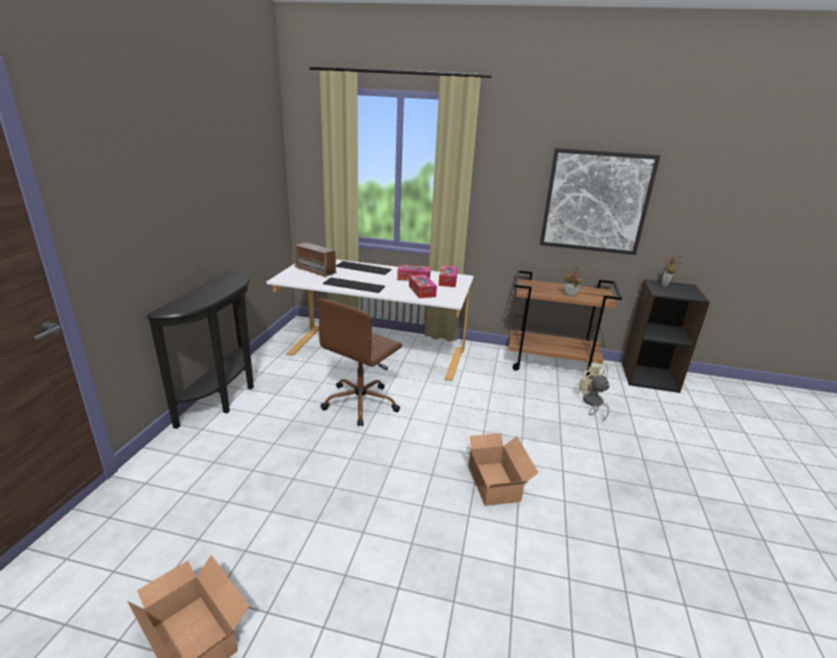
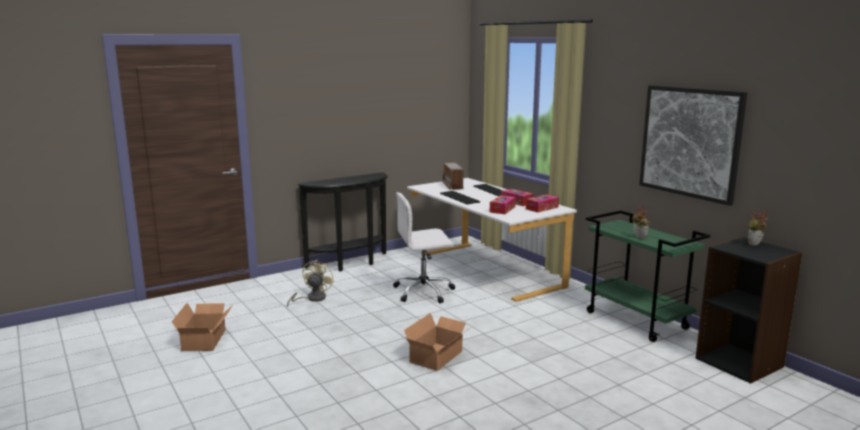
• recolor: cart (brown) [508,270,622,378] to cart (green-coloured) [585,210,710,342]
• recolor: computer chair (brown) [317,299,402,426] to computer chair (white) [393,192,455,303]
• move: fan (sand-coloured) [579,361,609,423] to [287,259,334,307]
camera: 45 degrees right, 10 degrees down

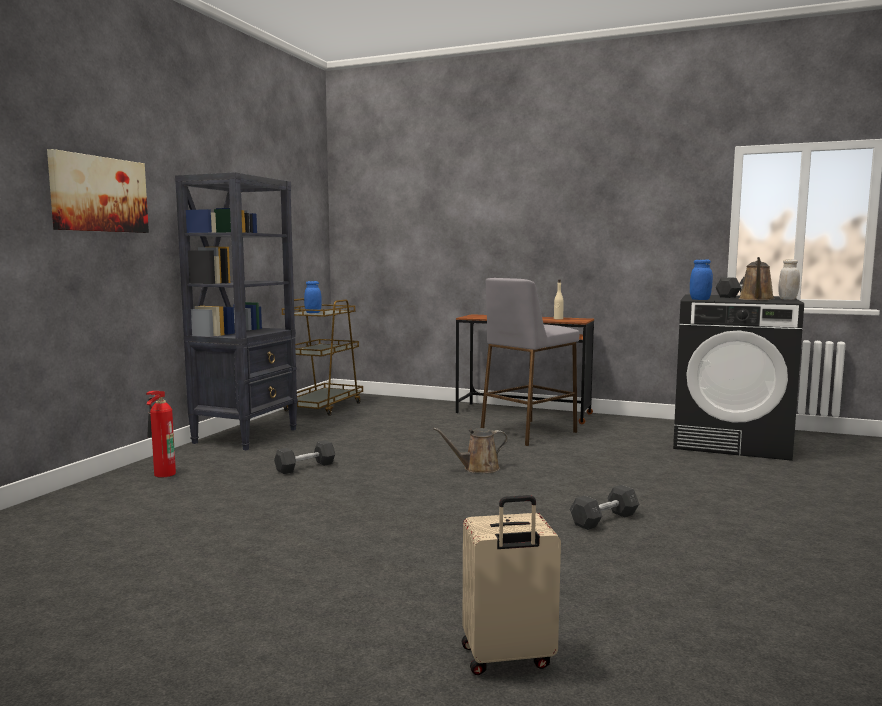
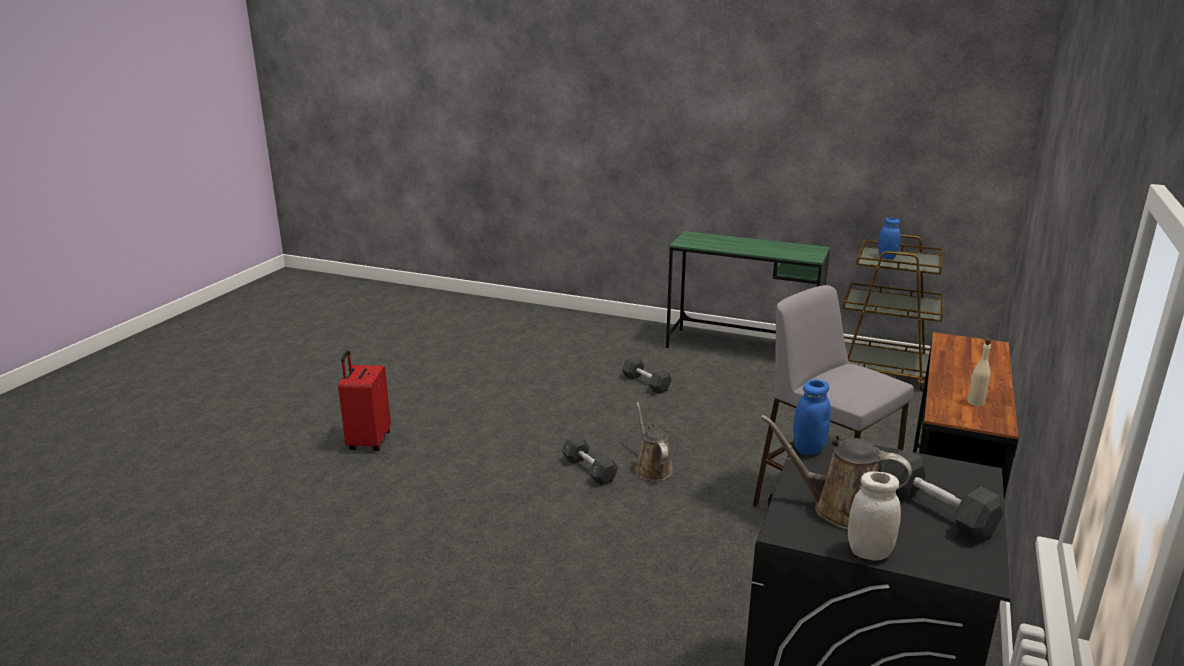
• delete: wall art [47,149,149,233]
• replace: bookcase (black-coloured) [175,172,298,450] to desk (green-coloured) [666,231,830,348]
• delete: extinguisher [146,391,176,478]
• move: dumbbell (gray) [570,485,639,530] to [561,435,618,486]
• delete: travel case (sand-coloured) [462,495,561,675]
• insert: travel case (red-coloured) [338,350,391,451]
camera: 90 degrees right, 15 degrees up

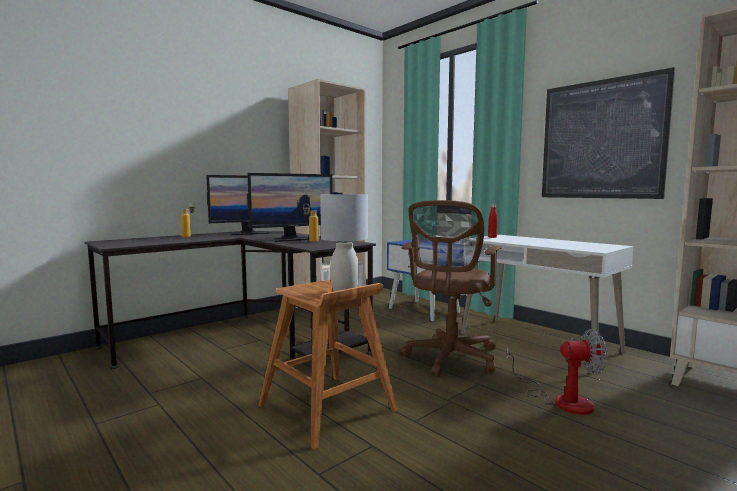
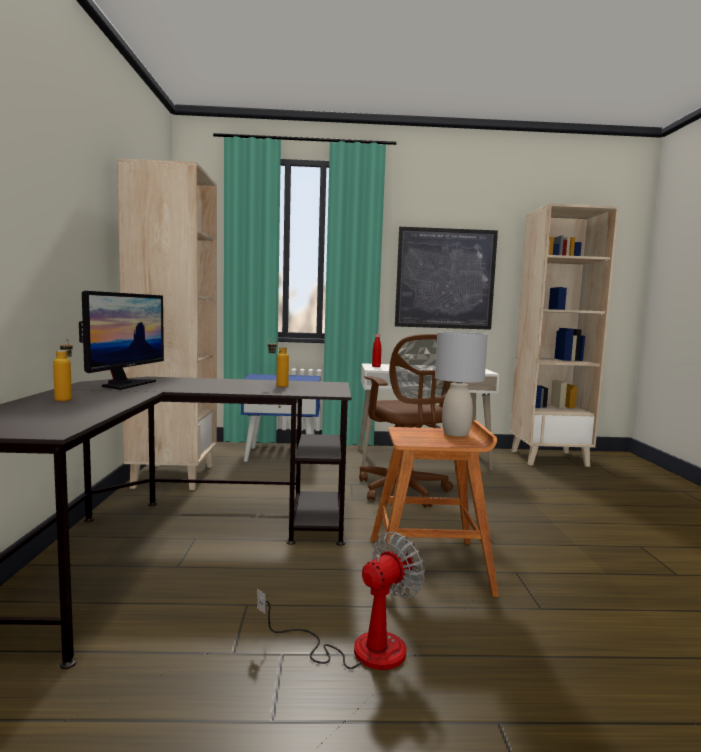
• delete: computer screen [247,173,332,242]
• move: fan [506,329,607,415] to [257,532,425,670]
camera: 50 degrees left, 0 degrees up

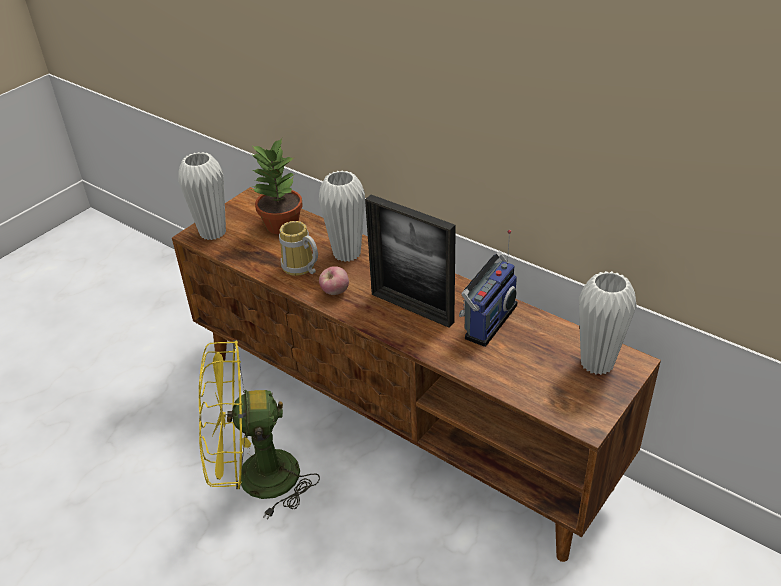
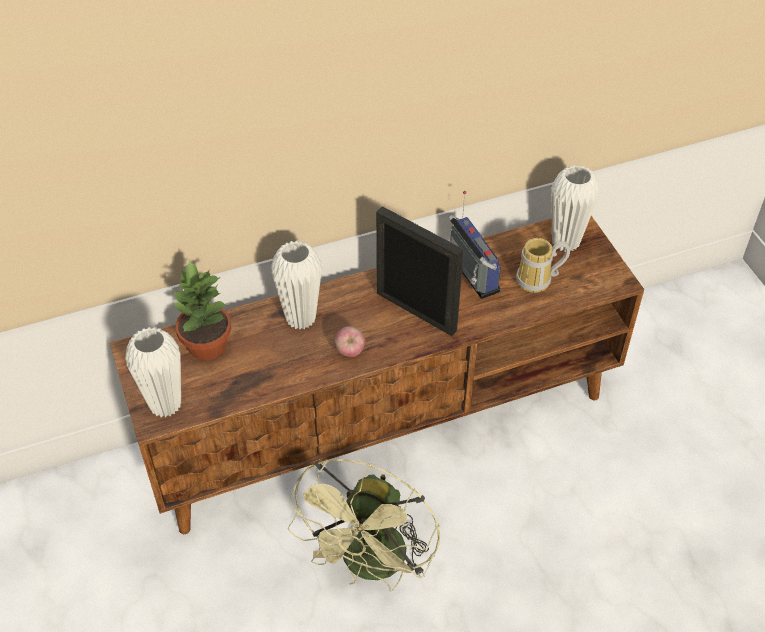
• rotate: picture frame [365,195,456,328] = [376,206,464,336] 120 degrees counterclockwise
• move: coffee mug [279,221,318,276] to [516,238,570,293]
• recolor: fan (yellow) [199,340,320,520] to fan (green-coloured) [288,459,440,591]
camera: 60 degrees left, 10 degrees up

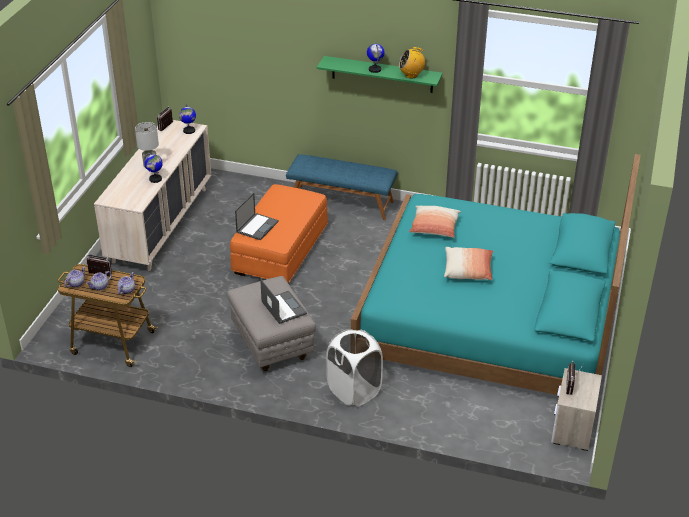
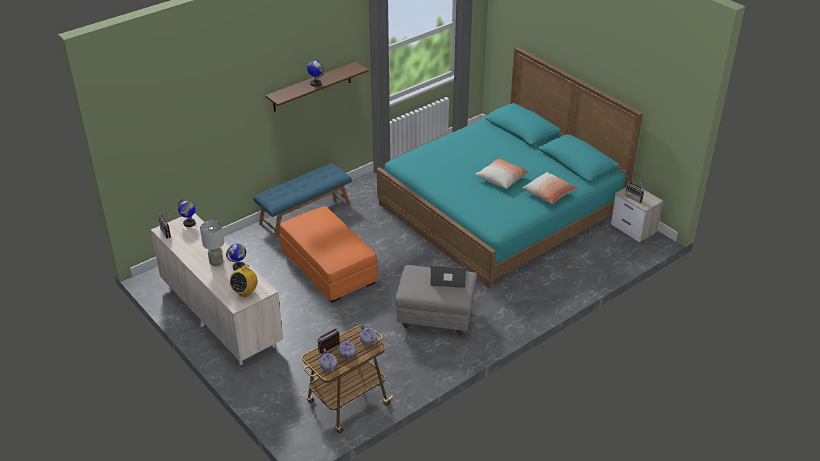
• move: radio set [399,47,425,78] to [230,265,257,297]
• recolor: shelf (green-coloured) [317,56,443,93] to shelf (brown) [265,62,369,112]
• delete: portable computer [235,193,279,240]
• move: throw pillow [409,206,461,238] to [523,172,577,204]
• delete: hamper (white) [326,329,383,407]
camera: 55 degrees left, 0 degrees up

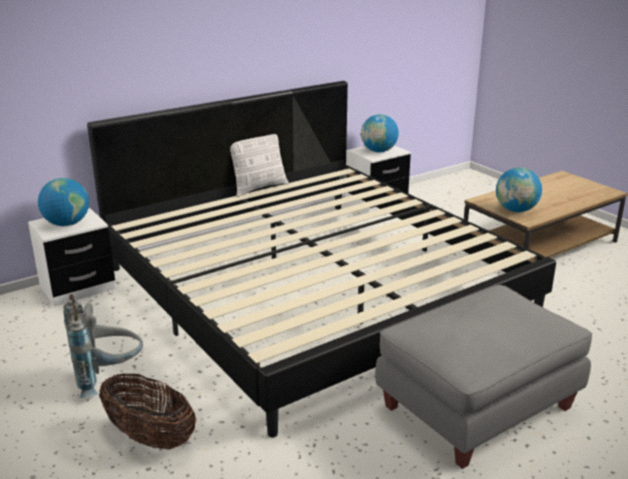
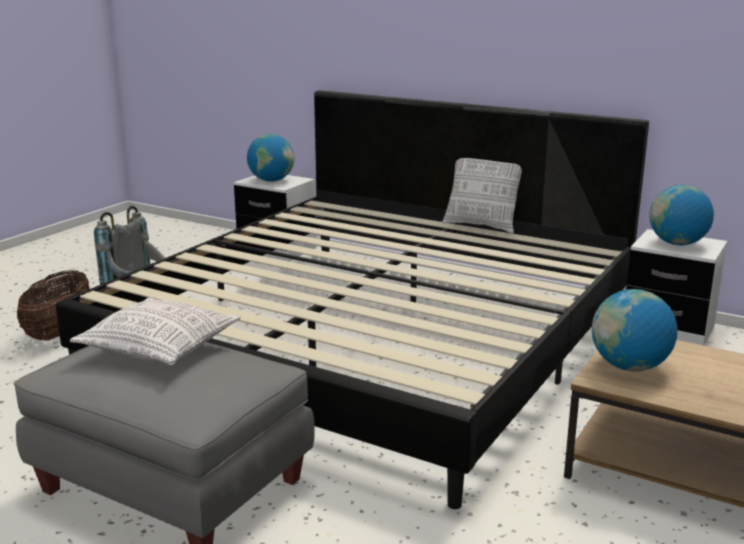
• insert: throw pillow [70,297,241,365]
camera: 65 degrees right, 5 degrees down

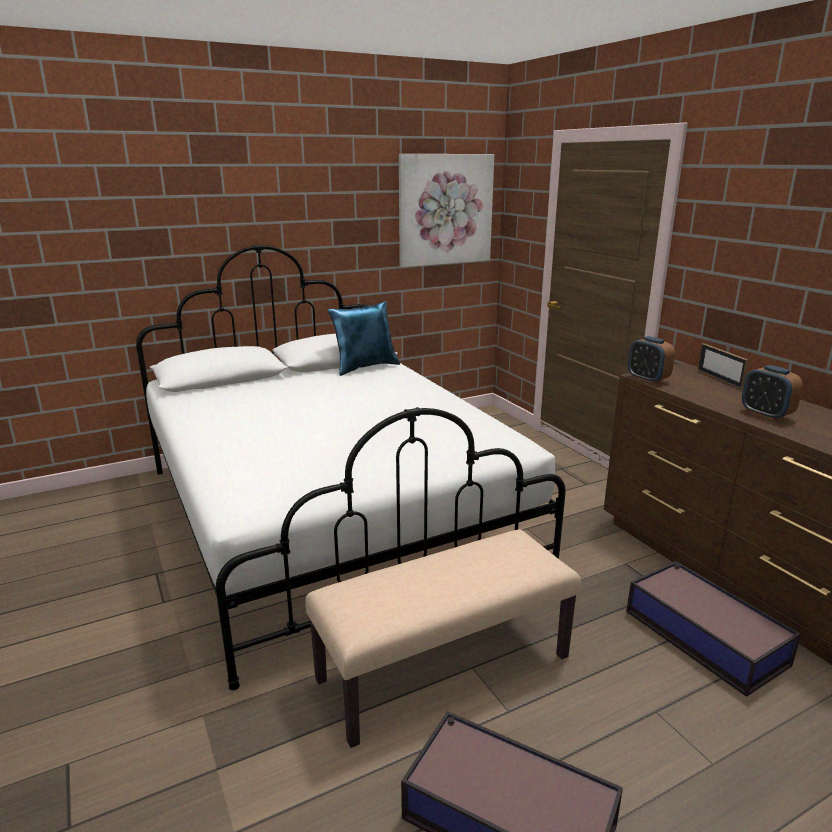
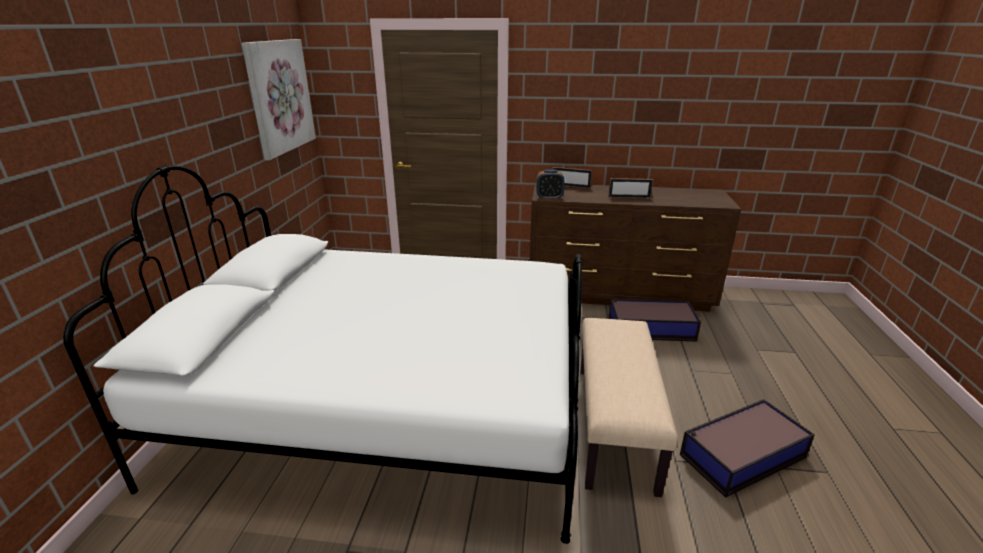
• delete: throw pillow (bluish) [328,301,400,376]
• replace: bedside clock [742,365,803,420] to picture frame [608,178,653,198]
camera: 55 degrees left, 5 degrees up

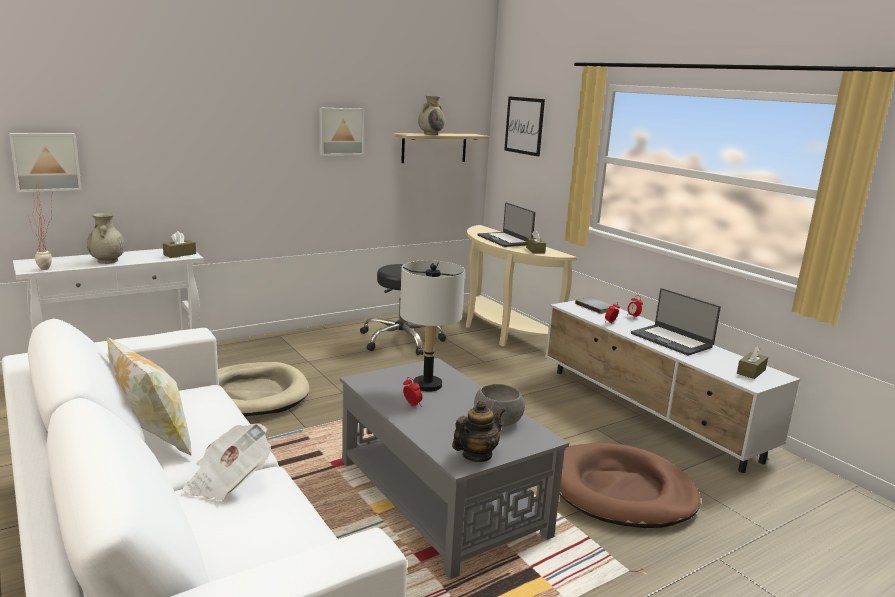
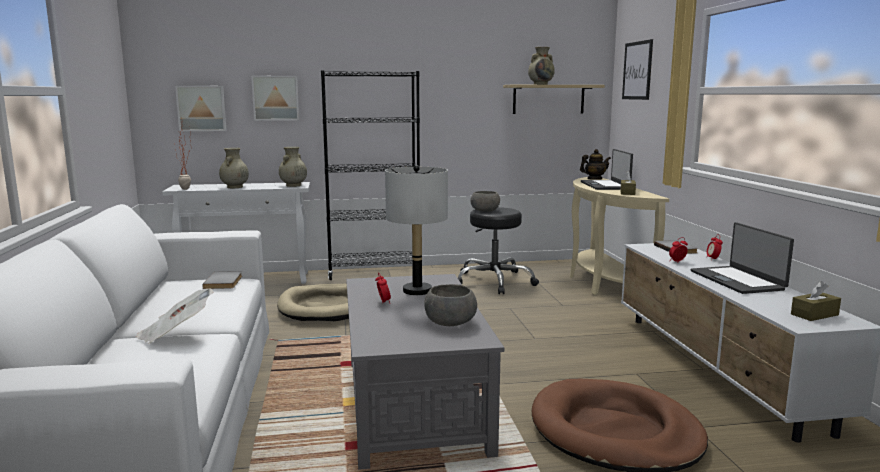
• move: wall art [319,107,364,156] to [251,76,299,121]
• replace: tissue holder (brown) [163,231,196,258] to decorative vase (sand-coloured) [279,147,307,187]
• delete: throw pillow [107,337,192,456]
• move: teapot [452,401,505,462] to [580,149,611,180]
• insert: bookcase (black-coloured) [321,70,420,280]
• insert: serving bowl (gray) [470,191,500,212]
• insert: volume (gray) [202,271,242,289]
camera: 25 degrees right, 5 degrees down

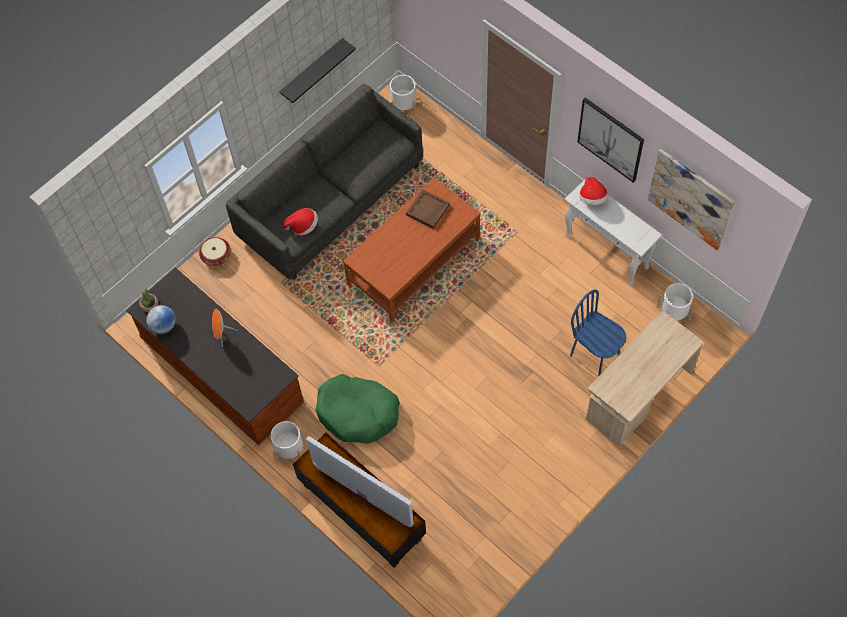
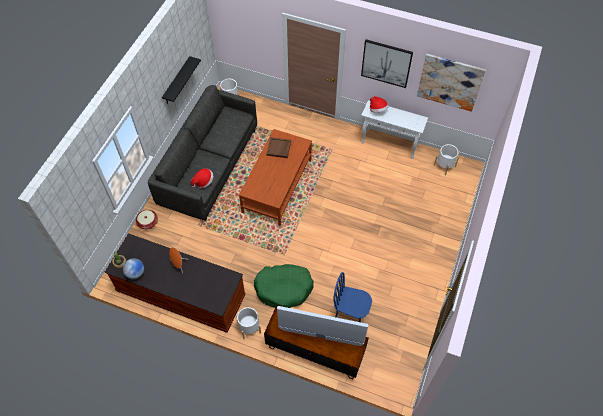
• move: upright chair (bluish) [570,290,627,376] to [333,272,372,322]
• delete: desk (sand-coloured) [586,311,703,446]
camera: 25 degrees left, 5 degrees down

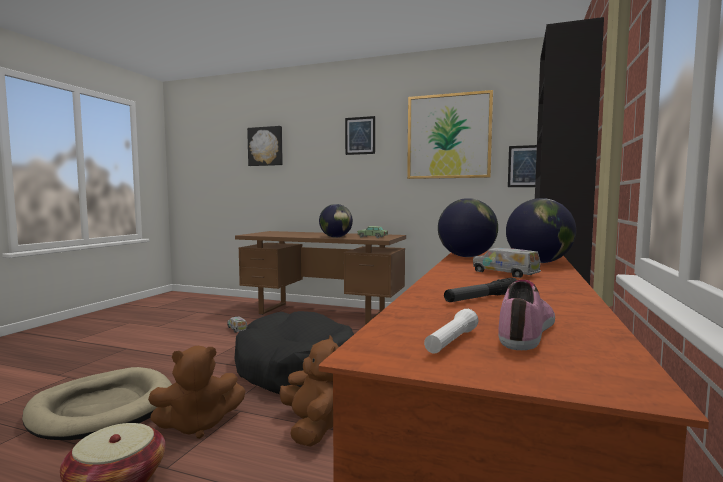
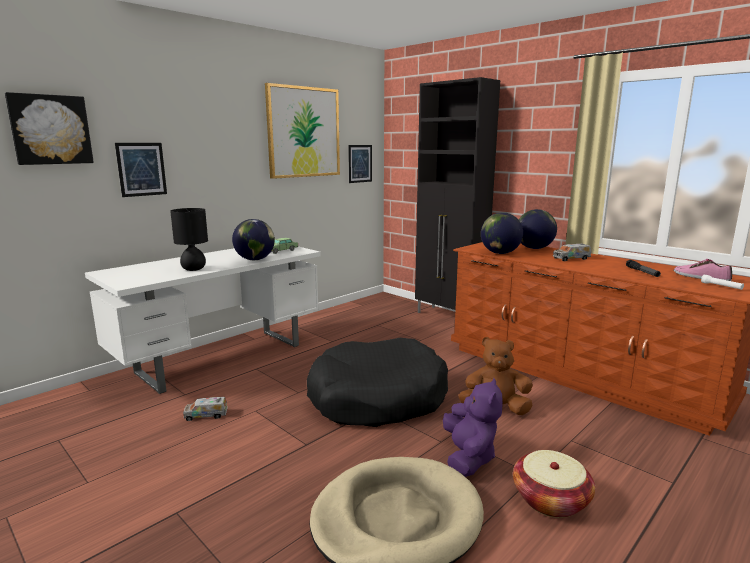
• move: wall art [345,116,375,155] to [115,143,167,197]
• recolor: desk (brown) [235,231,406,325] to desk (white) [85,247,321,394]
• recolor: plush toy (brown) [148,346,245,439] to plush toy (purplish) [443,378,503,477]
• insert: table lamp (black-coloured) [170,208,208,271]
camera: 65 degrees left, 10 degrees up

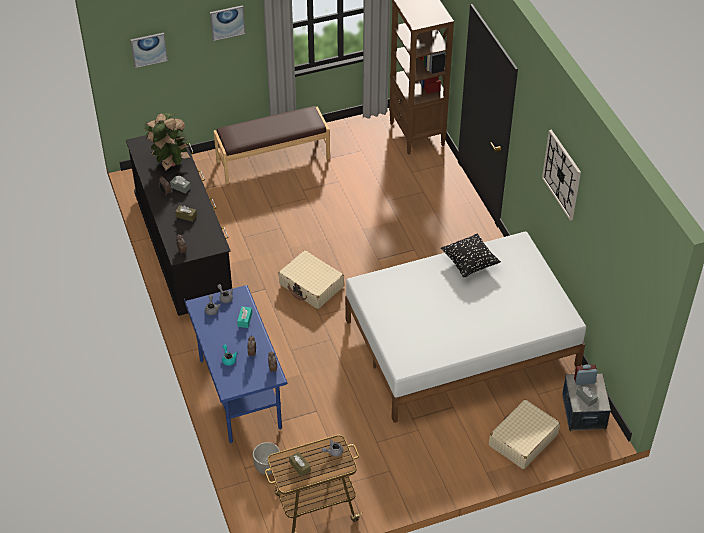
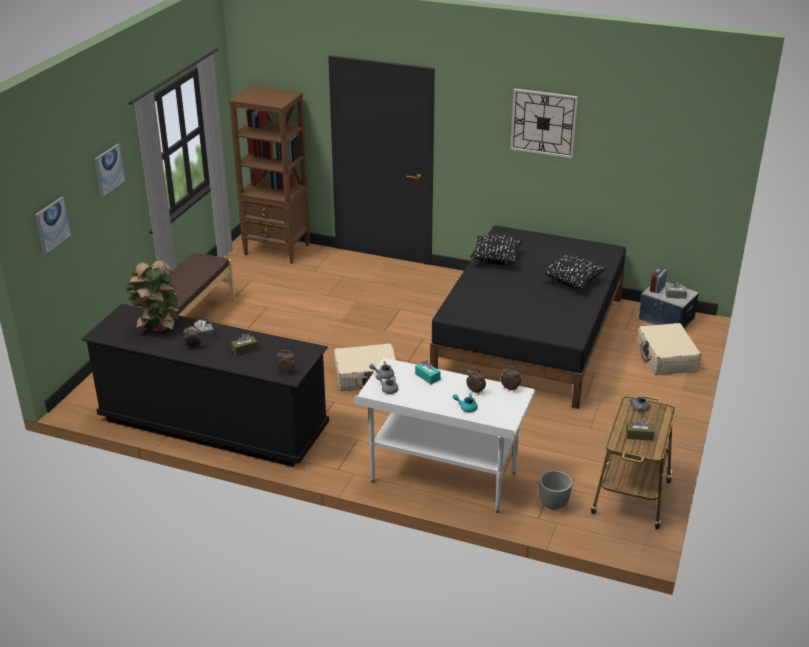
• recolor: bedroom bed (white) [345,232,586,423] to bedroom bed (black-coloured) [430,225,626,409]
• recolor: desk (bluish) [184,285,288,444] to desk (white) [354,358,536,513]
• insert: throw pillow (black-coloured) [541,254,606,289]
camera: 50 degrees left, 15 degrees down

